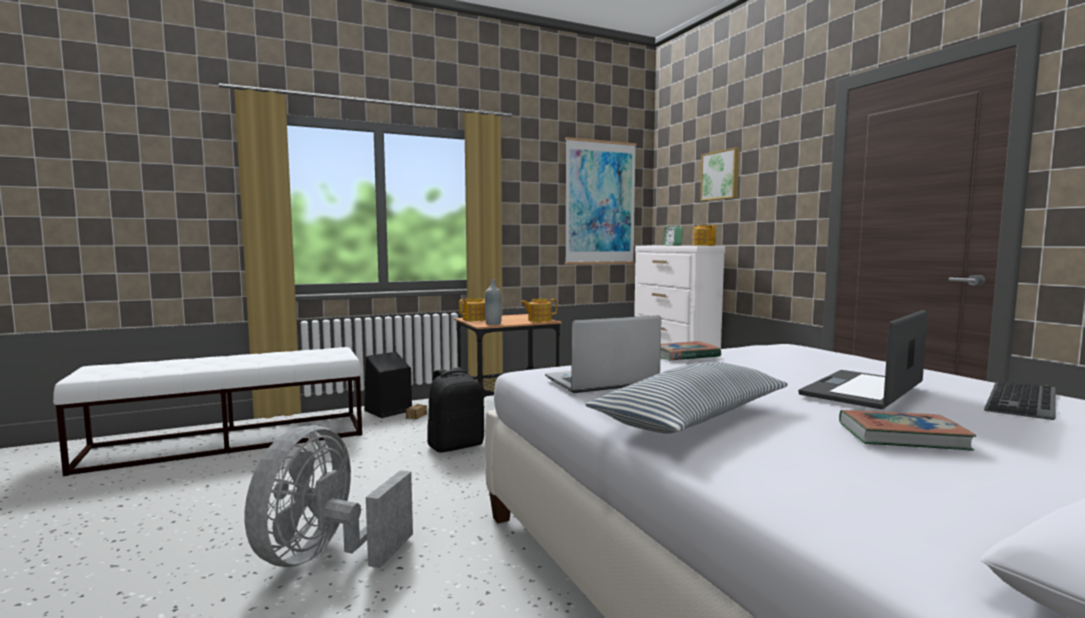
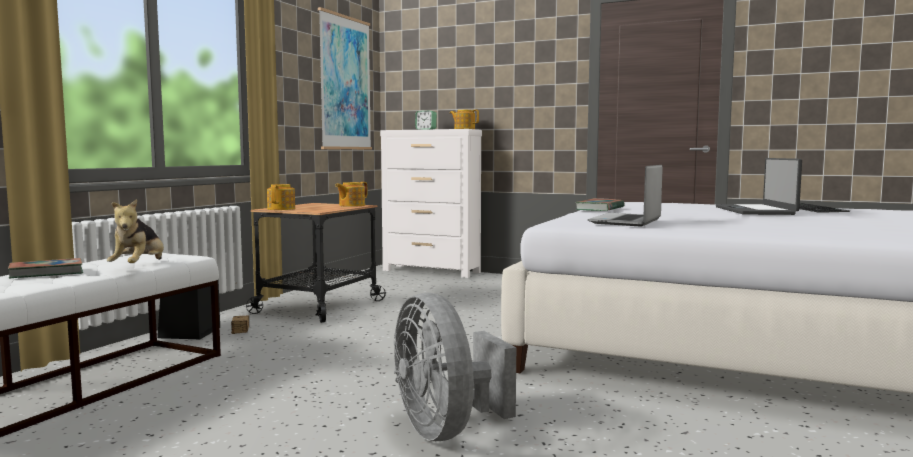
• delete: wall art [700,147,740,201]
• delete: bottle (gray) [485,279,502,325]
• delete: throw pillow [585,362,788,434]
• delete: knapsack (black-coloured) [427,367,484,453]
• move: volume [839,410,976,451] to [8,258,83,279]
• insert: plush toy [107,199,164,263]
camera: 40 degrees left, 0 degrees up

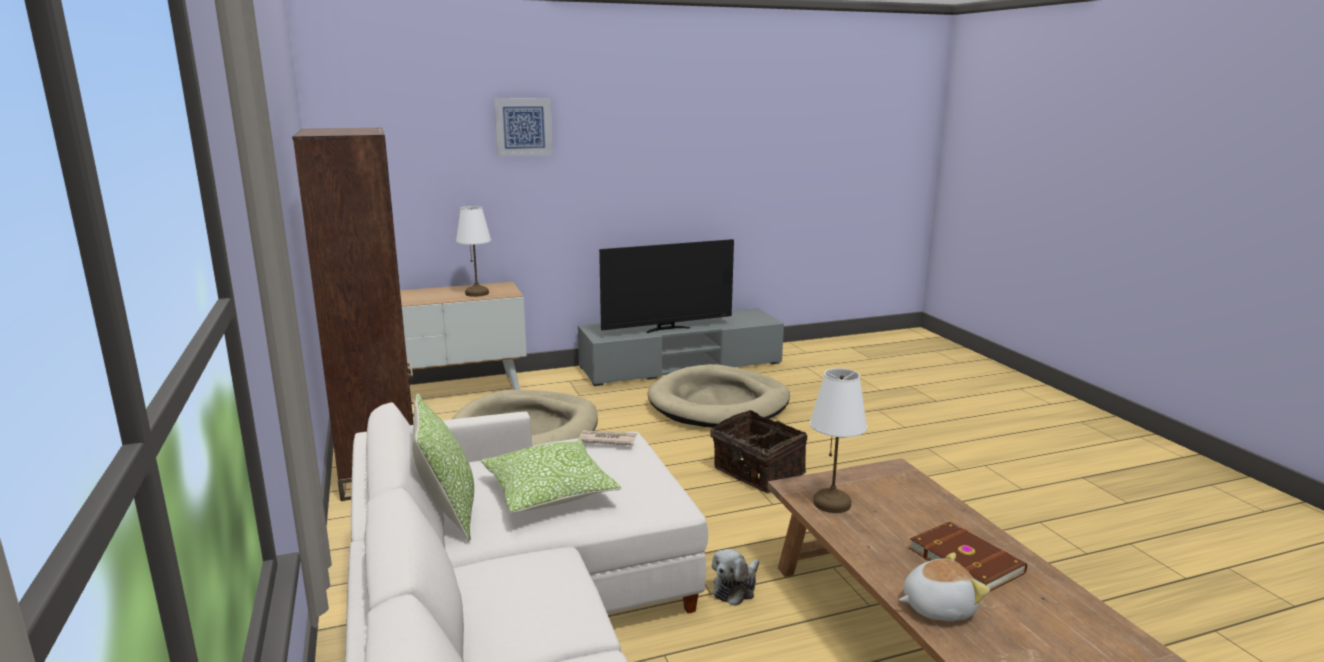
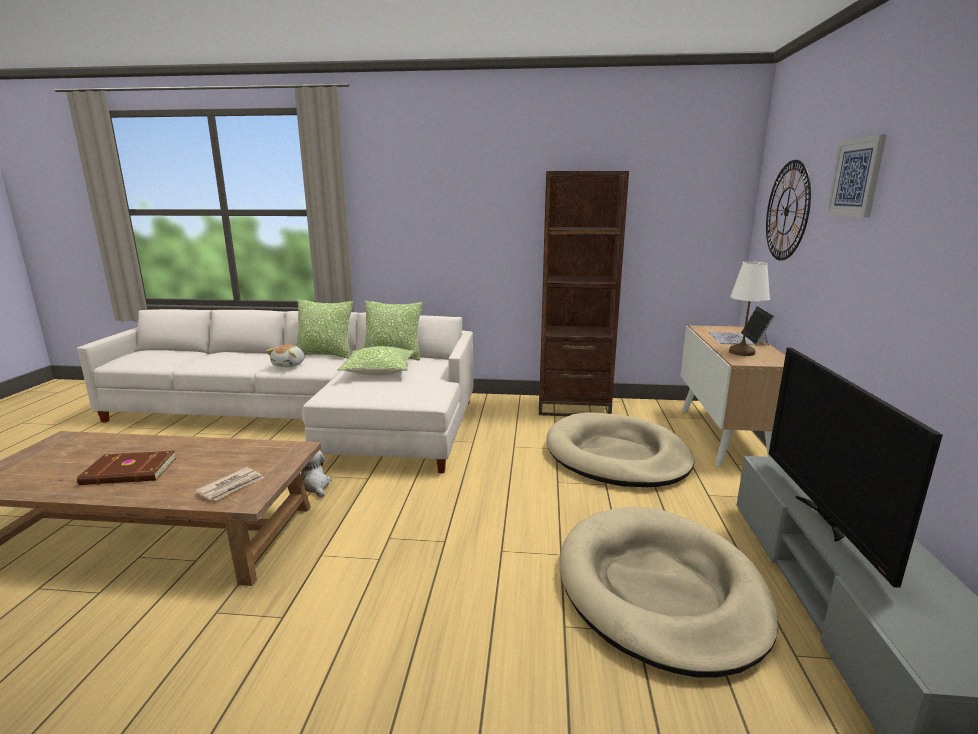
• delete: table lamp (white) [810,368,867,513]
• delete: basket [710,410,807,493]
• move: newspaper [578,430,637,445] to [194,467,264,501]
• move: plush toy [899,553,990,621] to [266,345,305,367]
• insert: hanging clock [766,160,811,260]
• insert: throw pillow [296,300,353,359]
• insert: portable computer [708,306,775,346]
camera: 115 degrees right, 0 degrees up

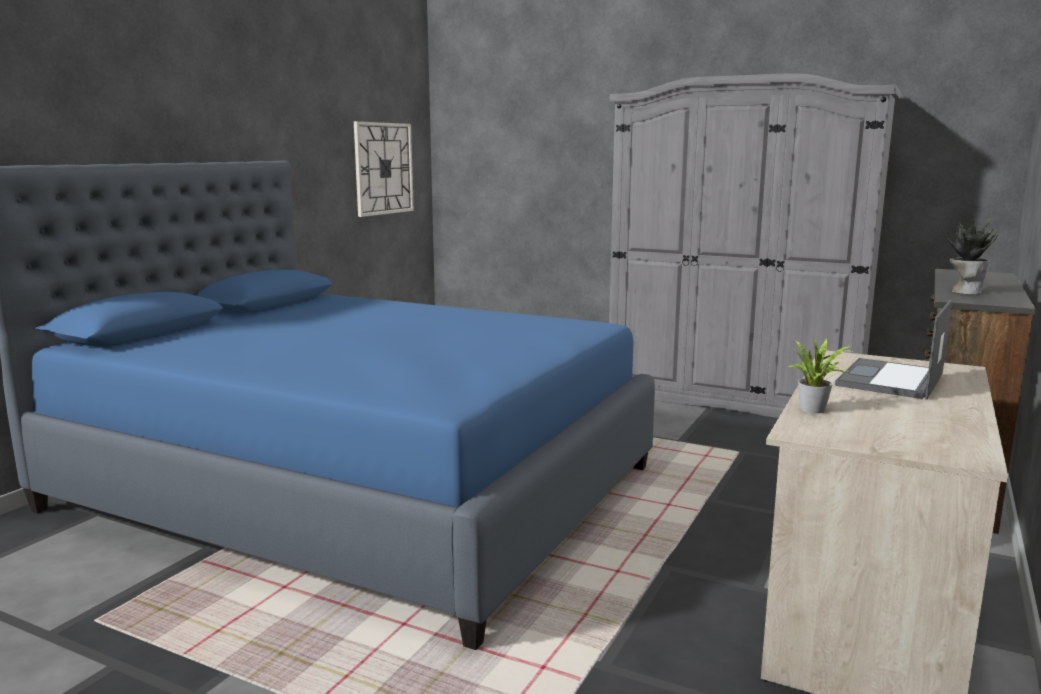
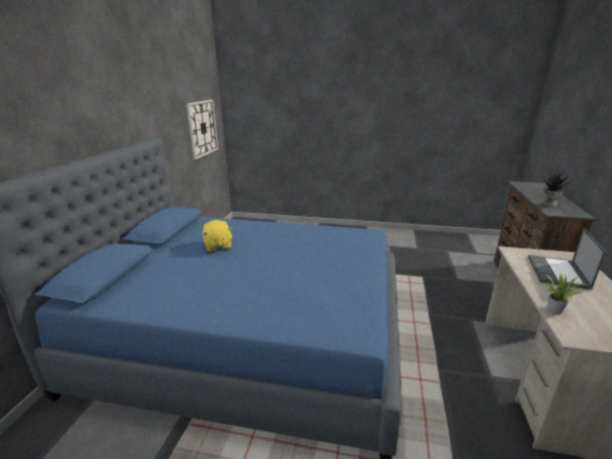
• delete: clothes cupboard (gray) [609,73,901,418]
• insert: plush toy (yellow) [202,220,233,252]
camera: 15 degrees left, 10 degrees up

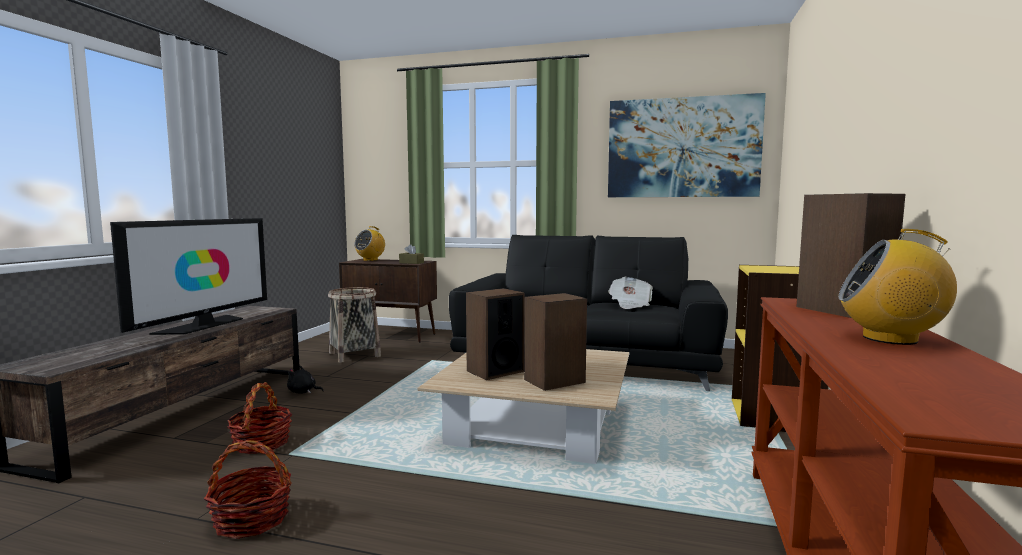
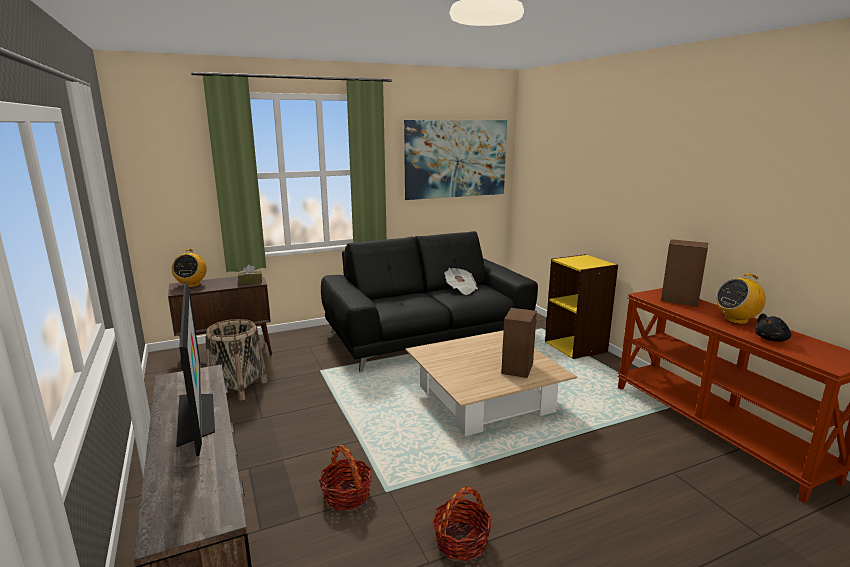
• delete: loudspeaker [466,288,525,380]
• move: plush toy (black-coloured) [287,366,324,394] to [755,313,791,342]
camera: 40 degrees left, 10 degrees up

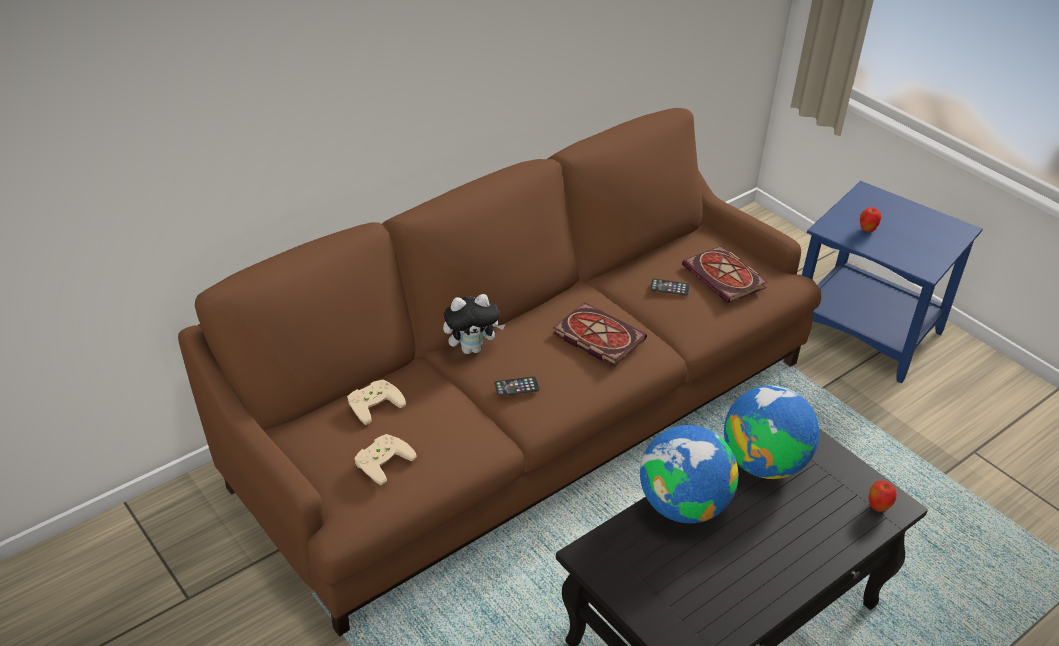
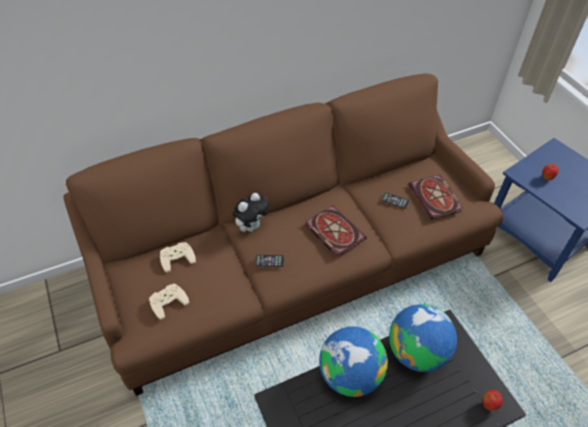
• rotate: plush toy [443,294,505,354] = [233,193,269,232] 45 degrees counterclockwise
camera: 15 degrees right, 10 degrees up

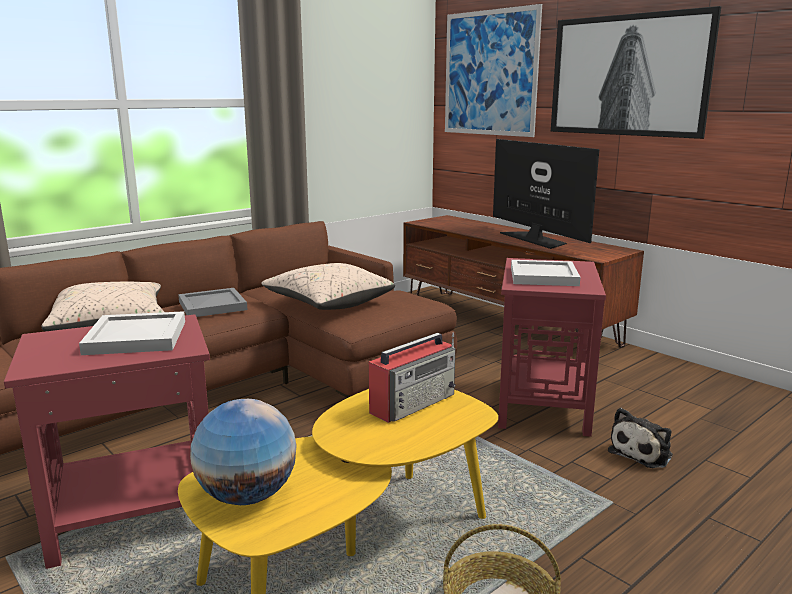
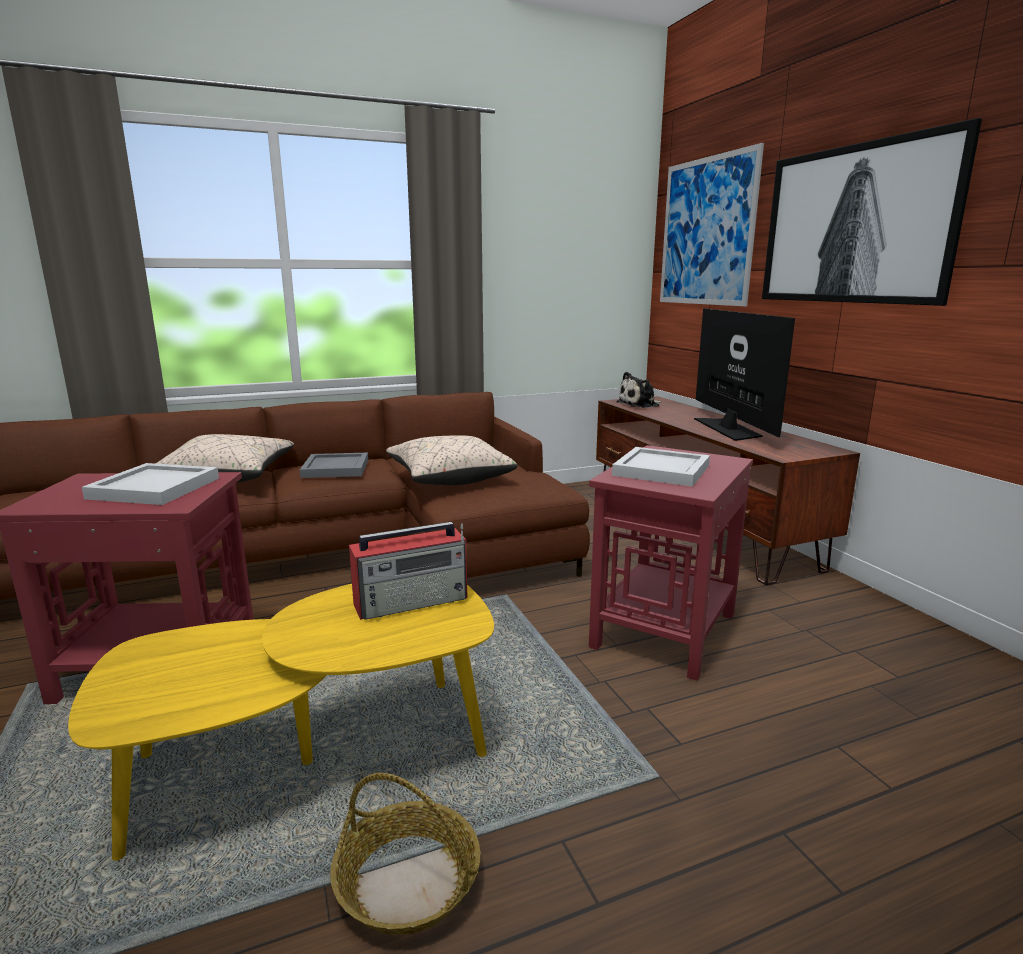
• delete: globe [190,399,297,505]
• move: plush toy [608,408,673,468] to [616,372,661,408]
camera: 20 degrees right, 0 degrees up

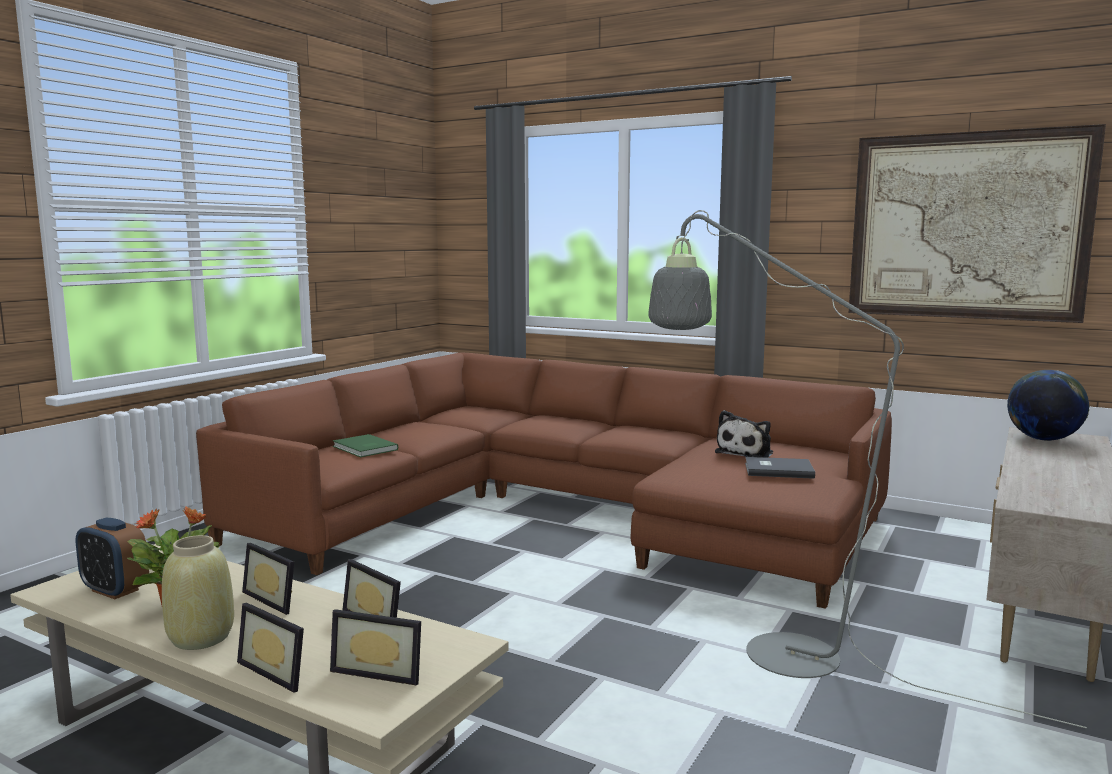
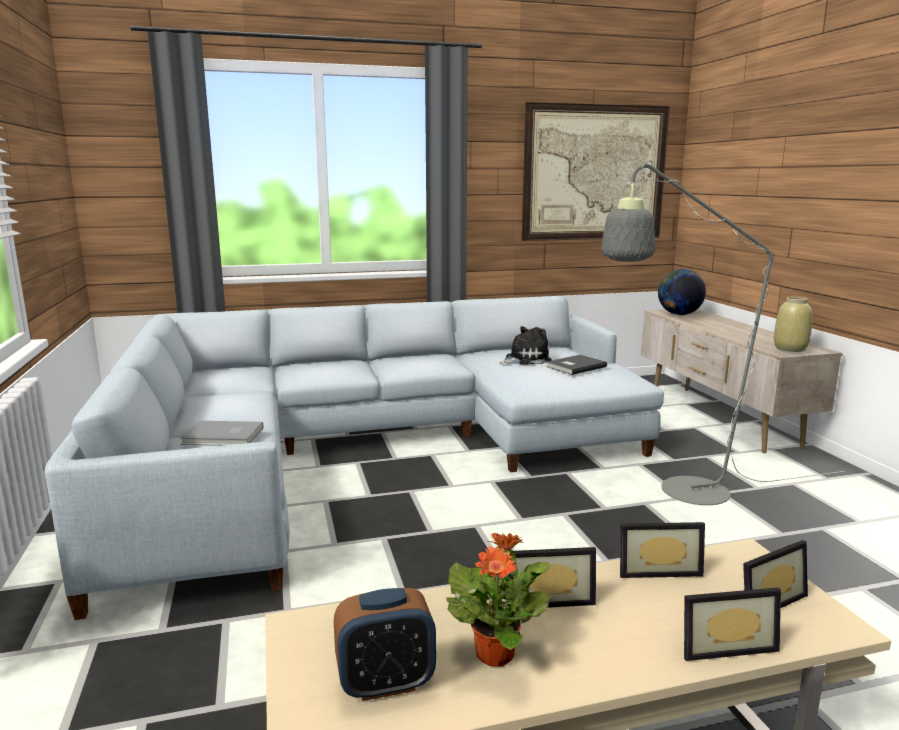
• recolor: sofa (brown) [196,352,892,609] to sofa (gray) [45,296,664,620]
• rotate: plush toy [715,410,773,458] = [499,326,552,365] 105 degrees counterclockwise
• recolor: volume (green-coloured) [333,434,398,457] to volume (gray) [180,421,263,446]
• move: decorative vase (sand-coloured) [162,535,234,650] to [774,297,812,352]
camera: 45 degrees left, 5 degrees up

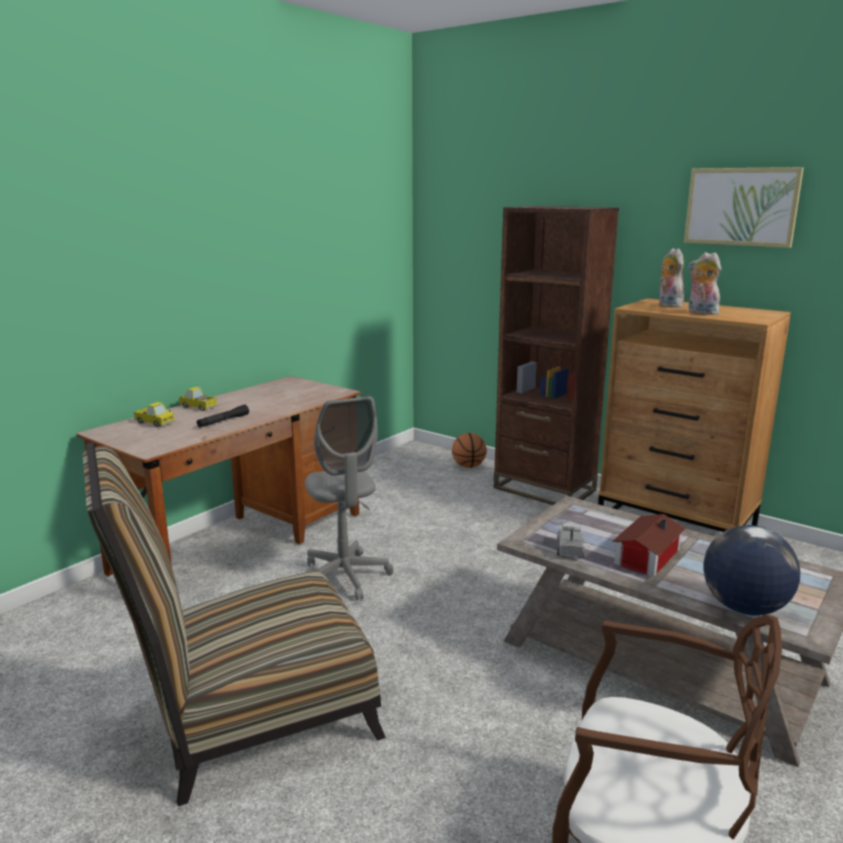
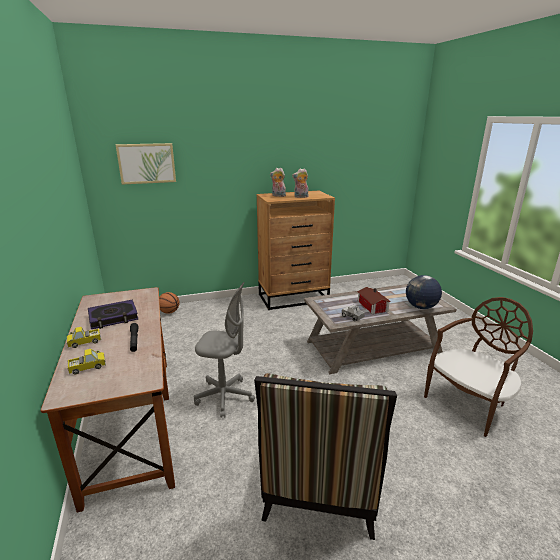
• move: wall art [684,167,804,248] to [116,143,176,185]
• delete: bookcase (brown) [494,206,619,505]
• insert: volume [88,300,138,329]
camera: 55 degrees left, 5 degrees up

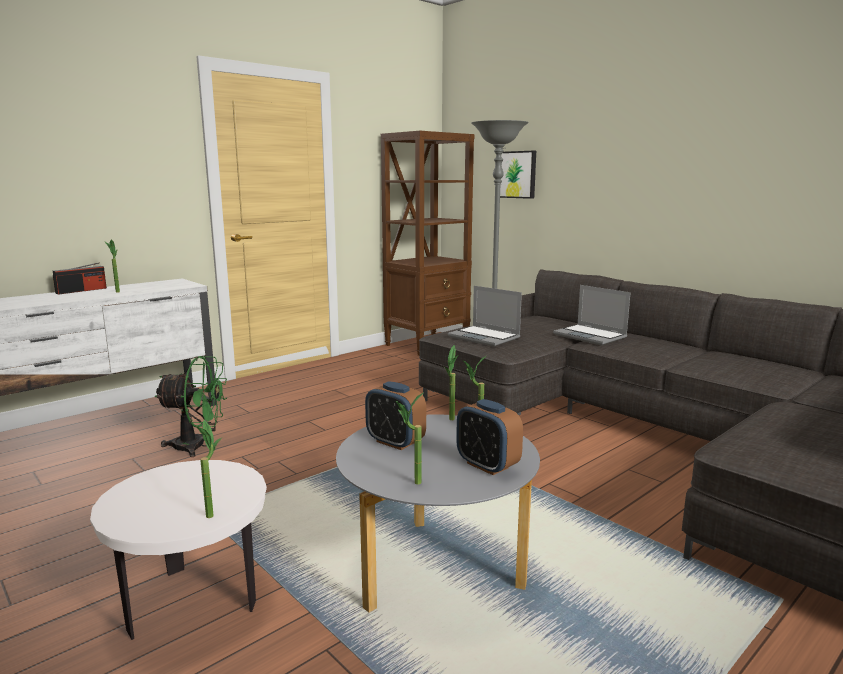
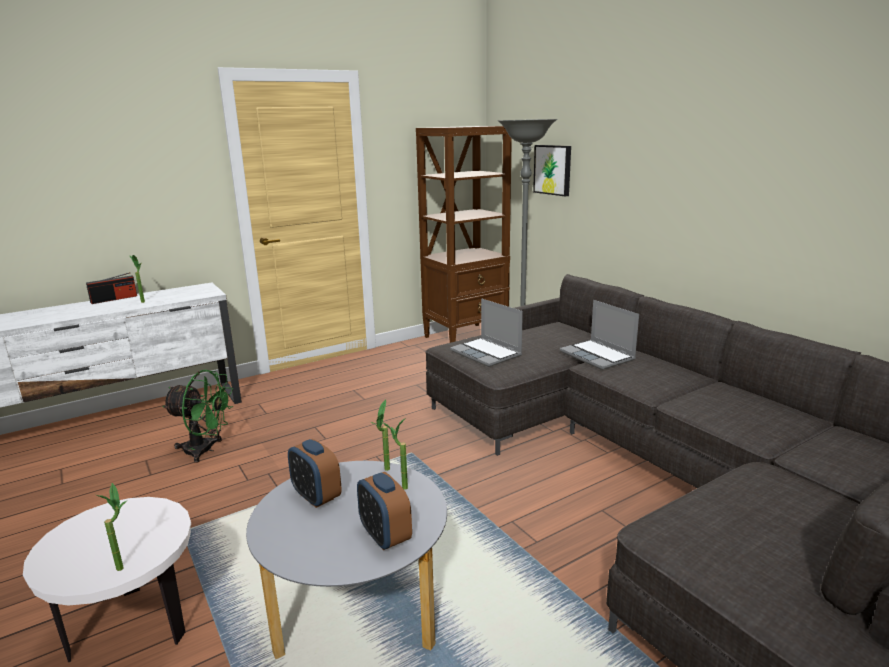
• delete: plant in a pot [396,392,424,485]
camera: 10 degrees right, 5 degrees up

